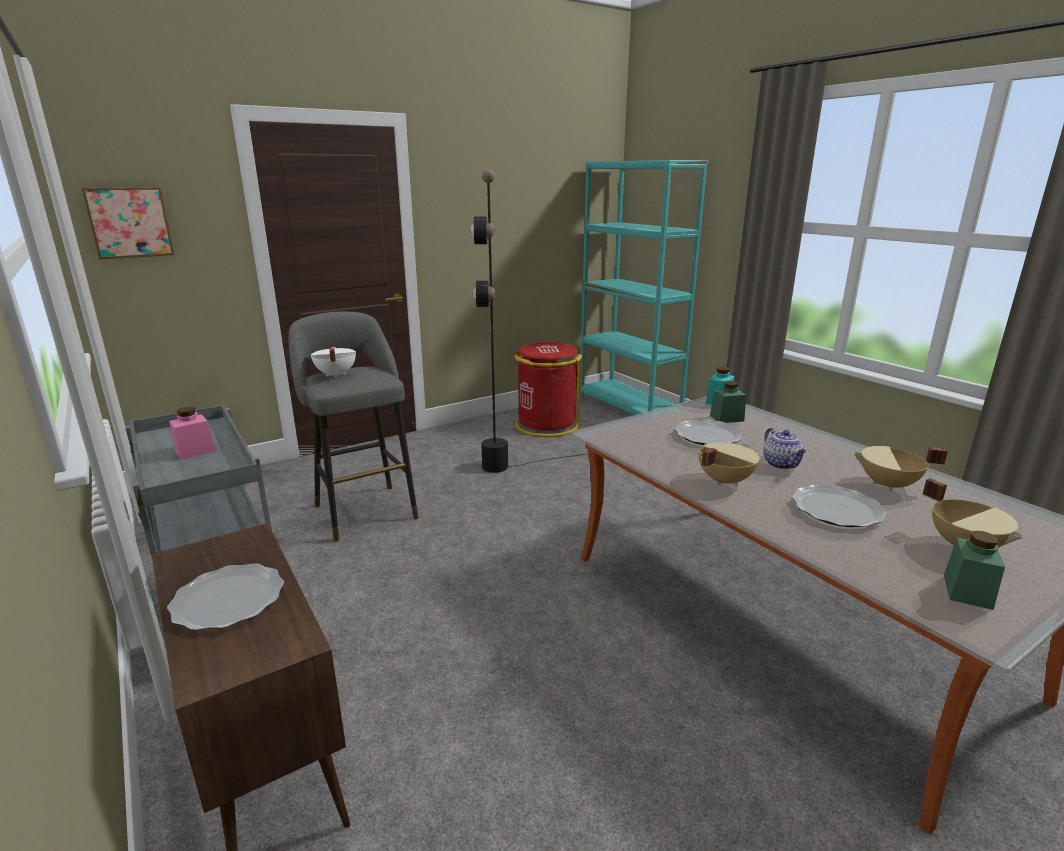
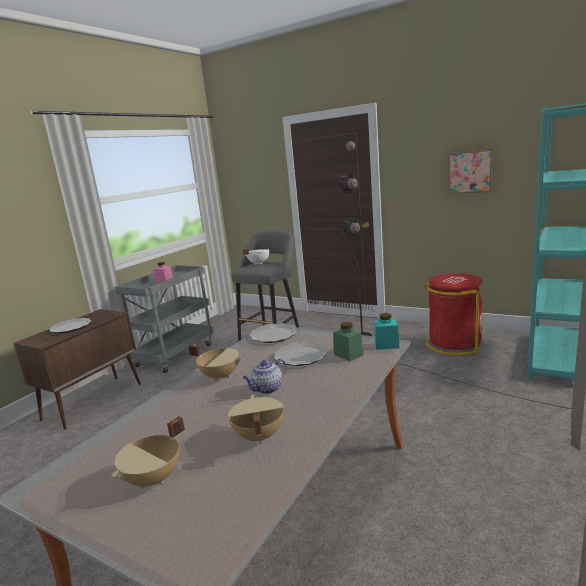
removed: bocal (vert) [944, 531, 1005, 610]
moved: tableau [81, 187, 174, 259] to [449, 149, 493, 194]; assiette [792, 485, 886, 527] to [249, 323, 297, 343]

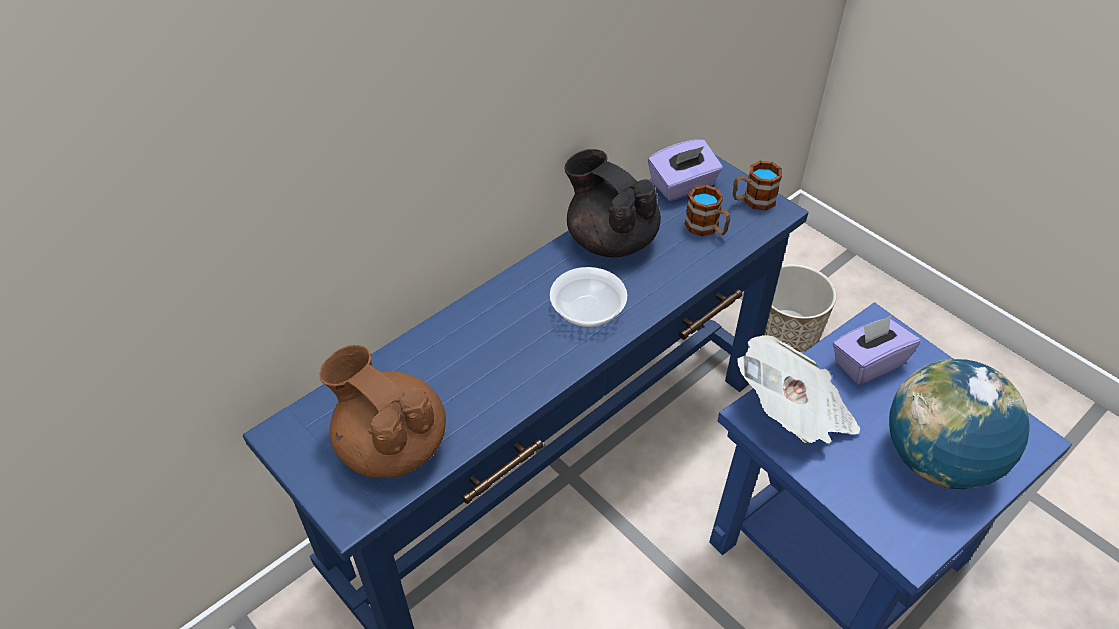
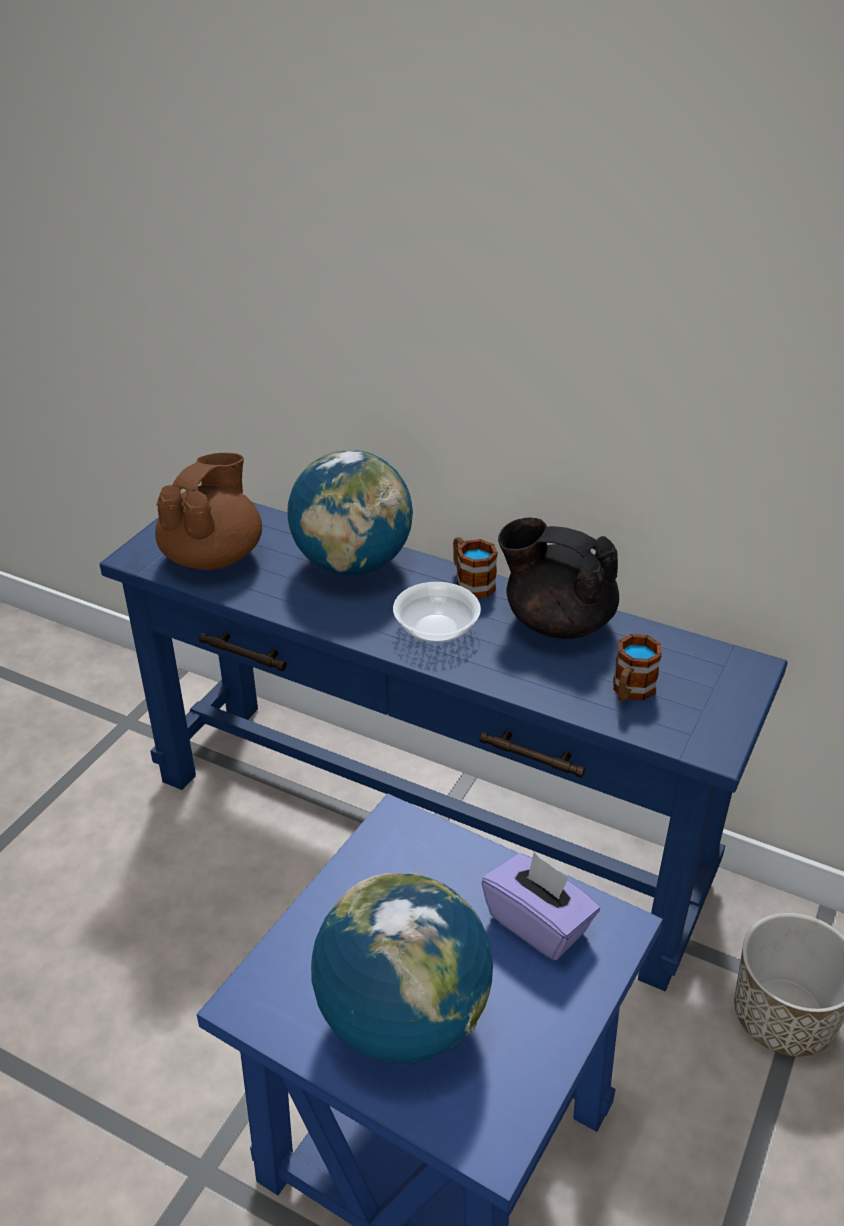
removed: boîte à mouchoirs (violet) [648, 139, 723, 201]; journal [737, 335, 860, 444]
added: globe [287, 449, 413, 576]
moved: mug [733, 161, 782, 210] to [453, 537, 498, 599]
turned: théière (noir) [564, 149, 661, 257] = [498, 517, 619, 639] 90 degrees counterclockwise

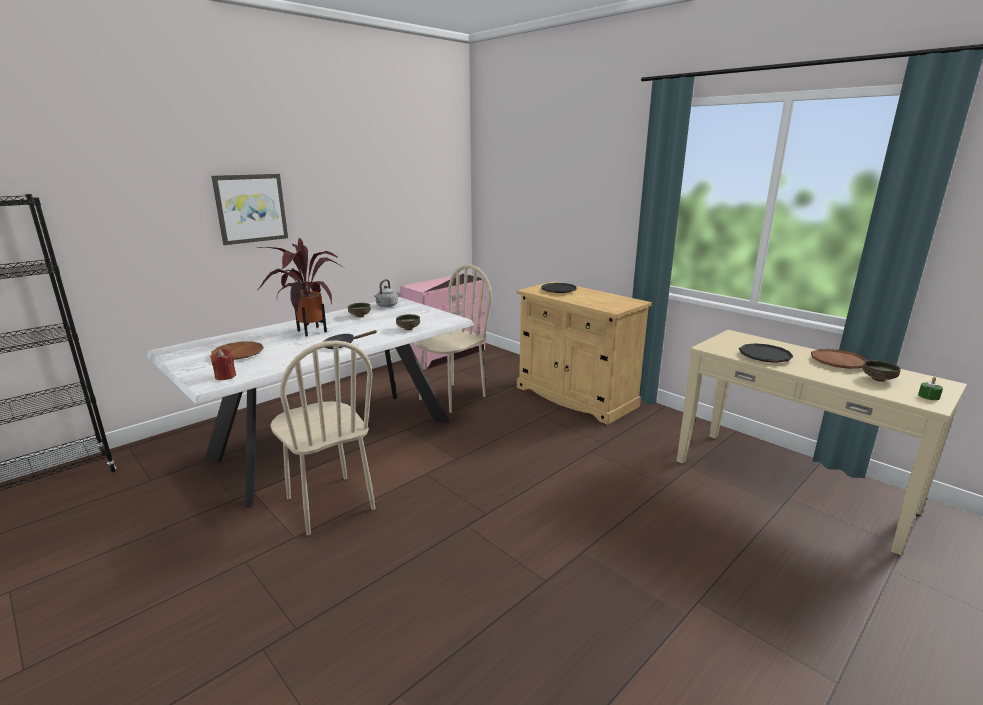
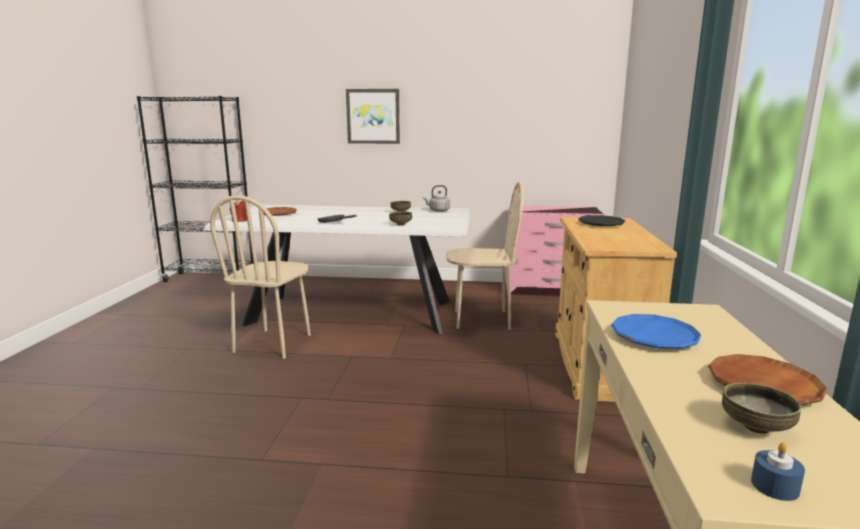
removed: plante en pot [257, 238, 344, 336]
recoloured: assiette (noir) [739, 343, 793, 363] to assiette (bleu) [611, 314, 702, 349]; bougie (vert) [918, 377, 943, 400] to bougie (bleu) [751, 442, 805, 501]

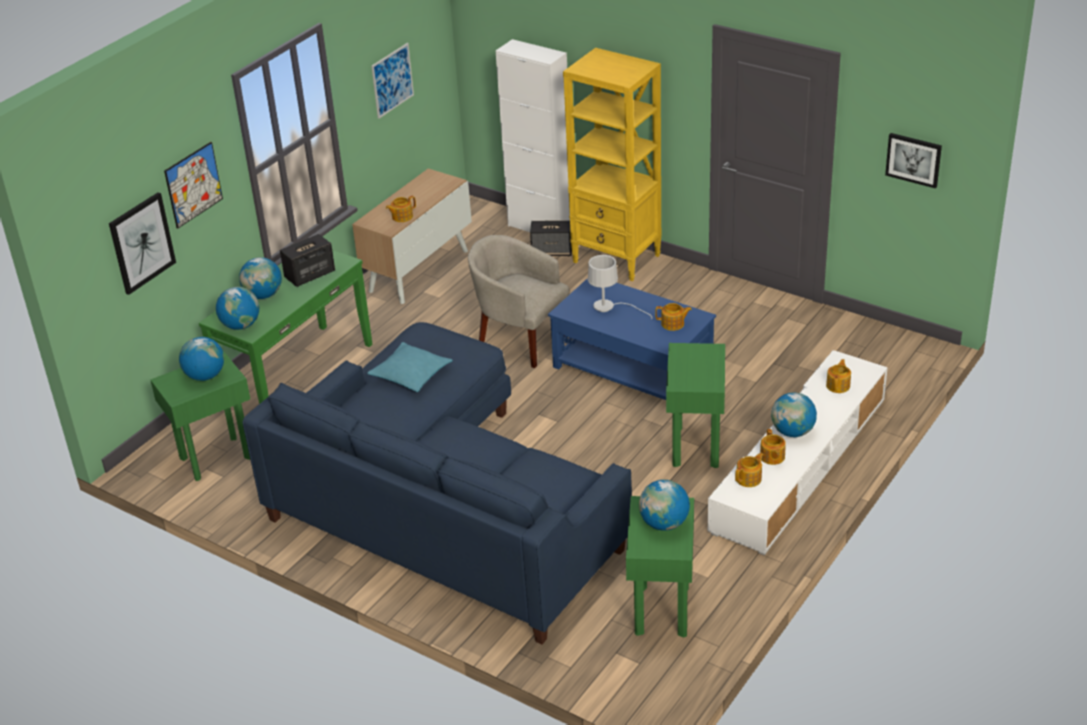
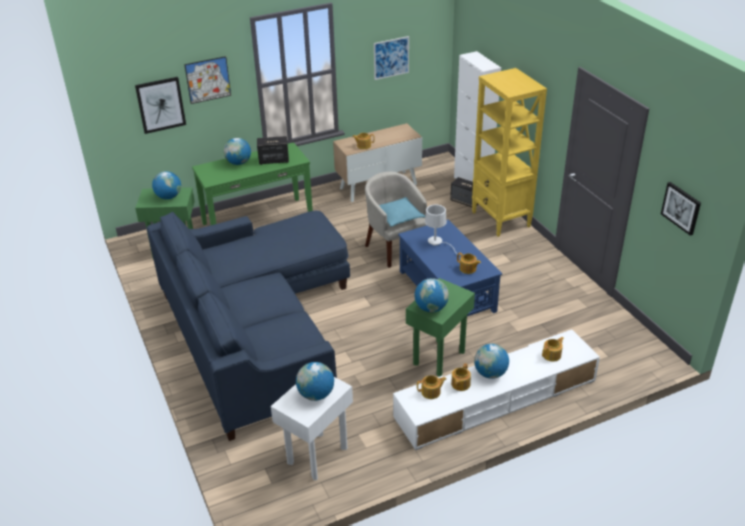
moved: globe [216, 287, 259, 330] to [415, 278, 449, 312]; coussin (turquoise) [367, 342, 453, 392] to [379, 197, 425, 227]
recoloured: table d'appoint (vert) [626, 496, 694, 637] to table d'appoint (blanc) [271, 377, 353, 480]

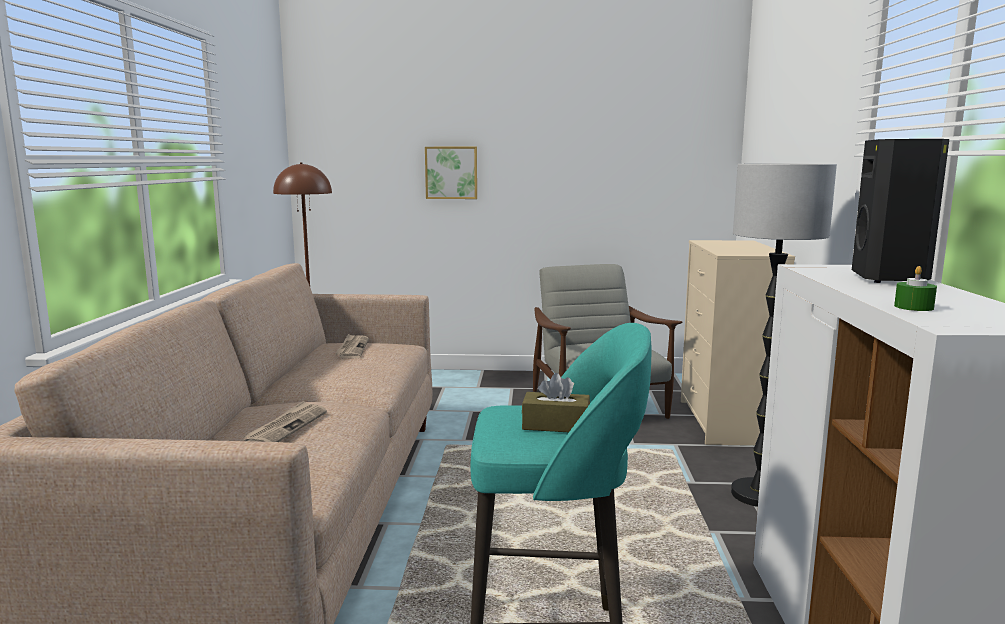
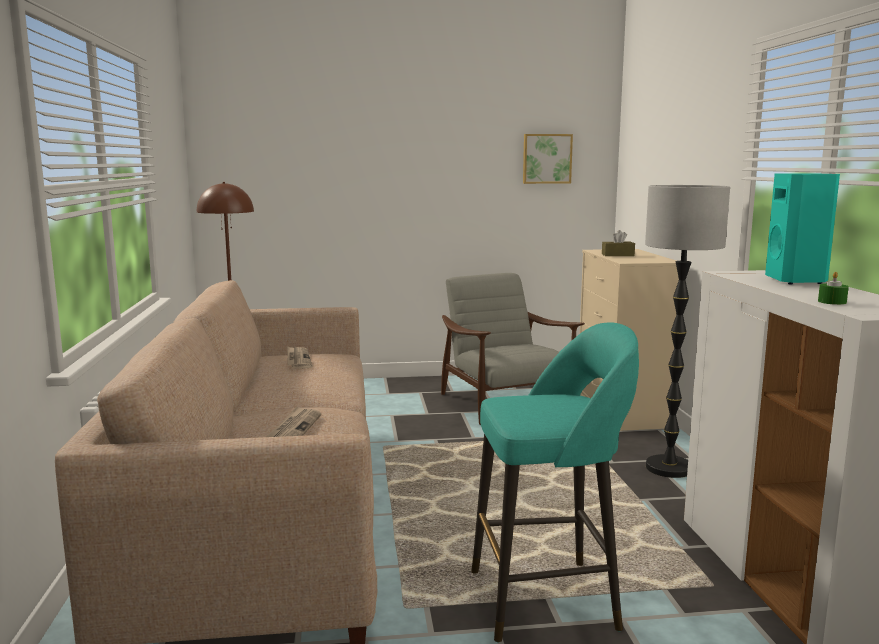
moved: tableau [425, 147, 477, 199] to [523, 134, 573, 184]; boîte à mouchoirs (marron) [522, 373, 590, 432] to [602, 230, 635, 256]
recoloured: enceinte (noir) [852, 139, 949, 283] to enceinte (turquoise) [765, 173, 840, 285]

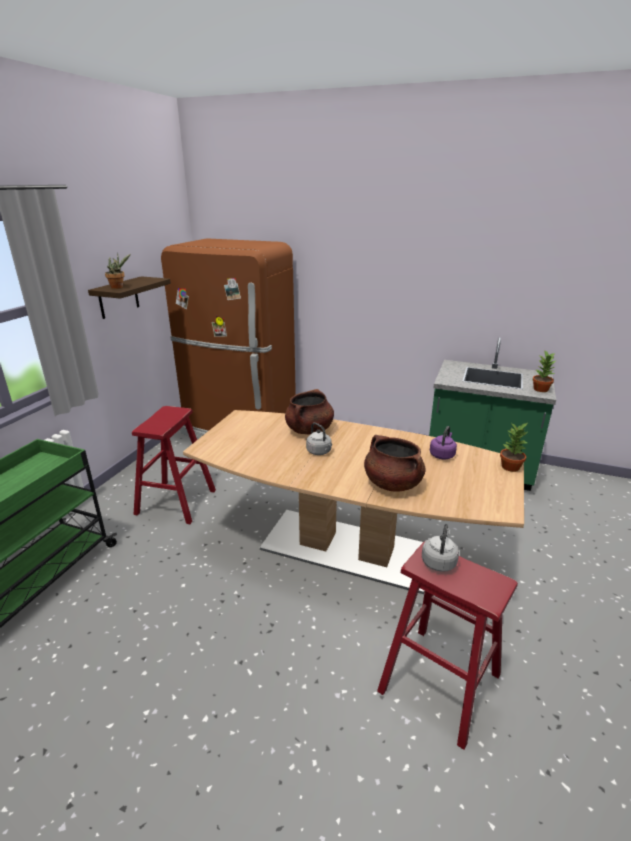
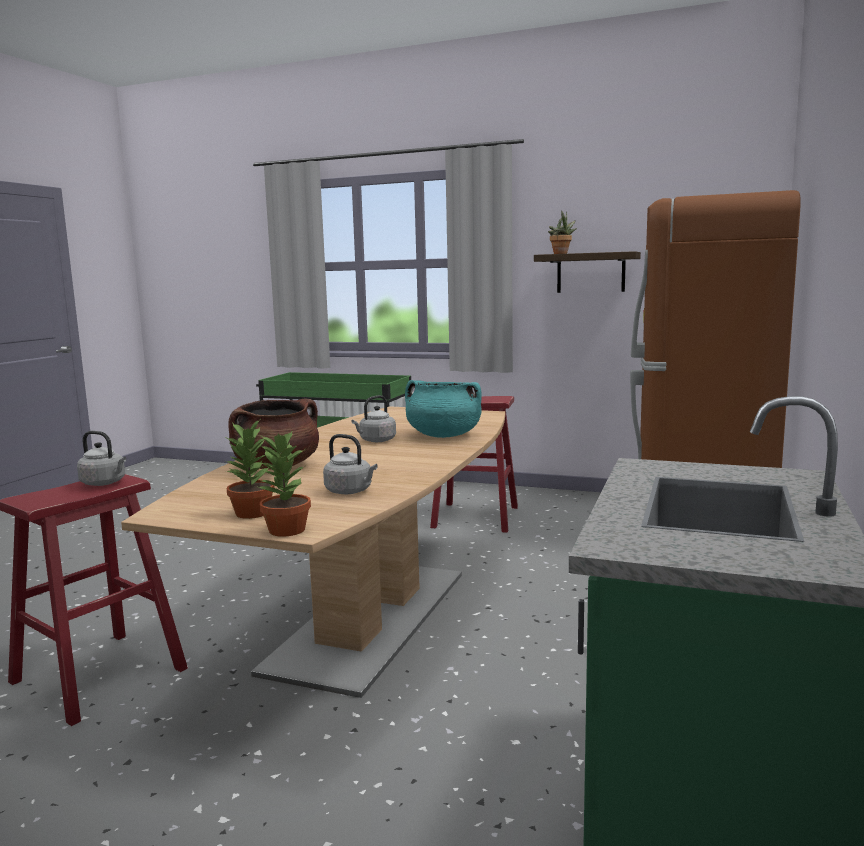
moved: plante en pot [533, 351, 556, 392] to [226, 420, 275, 519]
recoloured: marmite (marron) [285, 389, 334, 434] to marmite (turquoise) [405, 380, 482, 438]; bouilloire (violet) [430, 426, 457, 459] to bouilloire (gris) [323, 434, 377, 494]

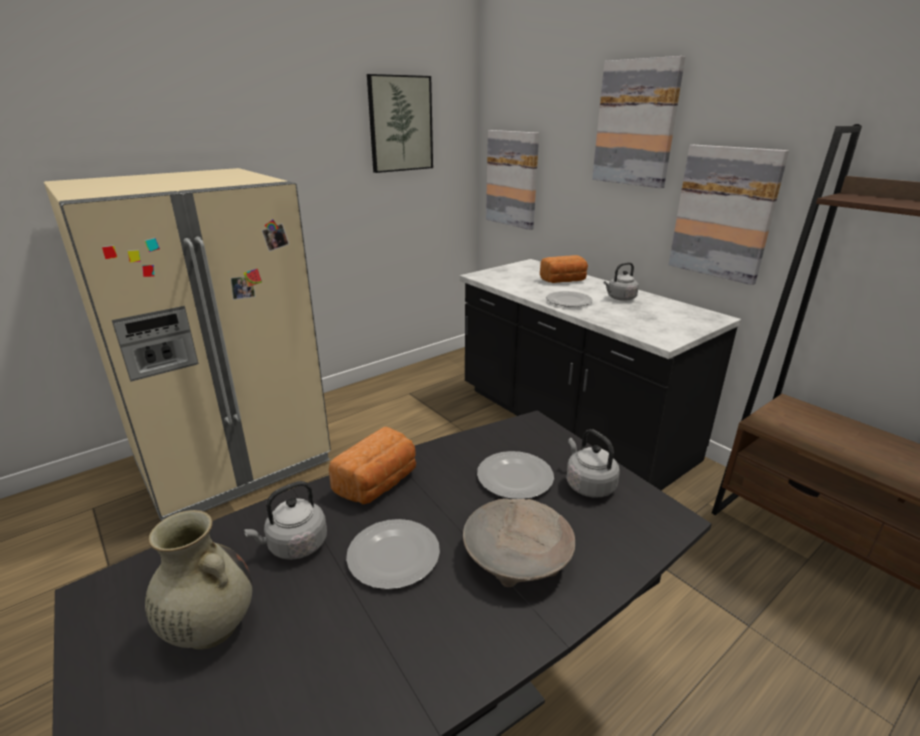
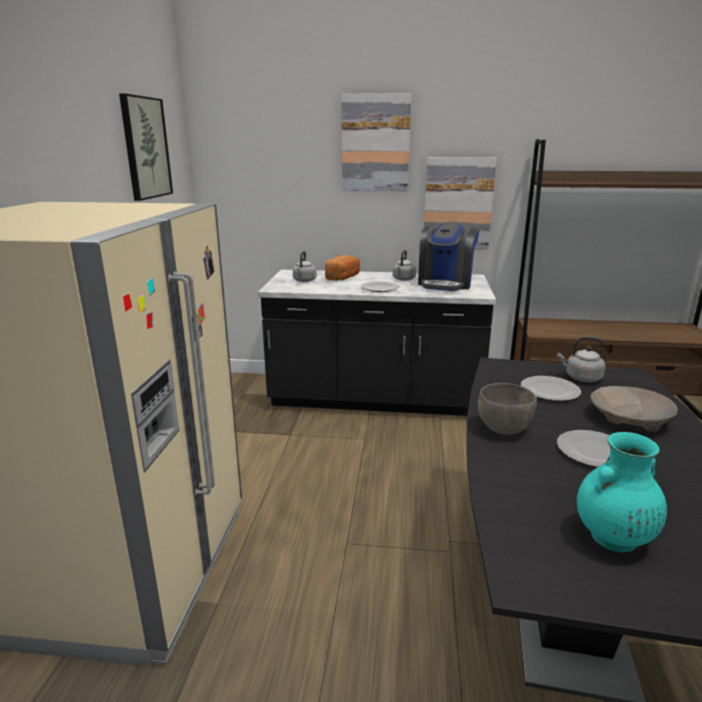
removed: tableau [486, 130, 539, 230]
added: machine à café [418, 223, 479, 291]
moved: bouilloire (gris) [244, 481, 327, 560] to [293, 251, 316, 282]
replaced: pain [329, 426, 416, 504] to bol (gris) [478, 383, 537, 434]
recoloured: vase (beige) [145, 510, 253, 650] to vase (turquoise) [577, 432, 667, 552]

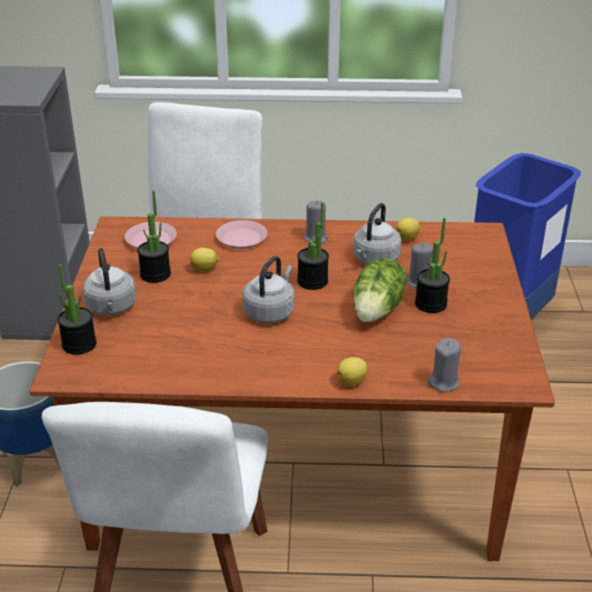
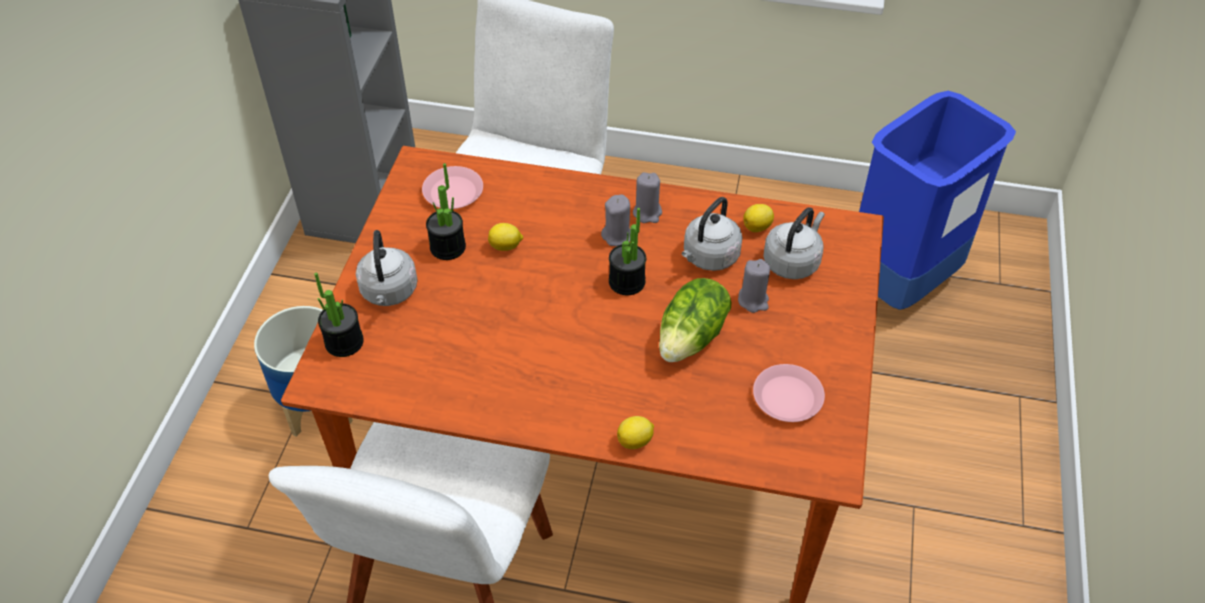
removed: plante en pot [415, 218, 450, 313]
moved: assiette (rose) [216, 220, 267, 249] to [753, 364, 825, 422]; bouilloire (gris) [243, 256, 294, 323] to [763, 208, 825, 279]; bougie (gris) [428, 338, 461, 392] to [601, 194, 630, 246]

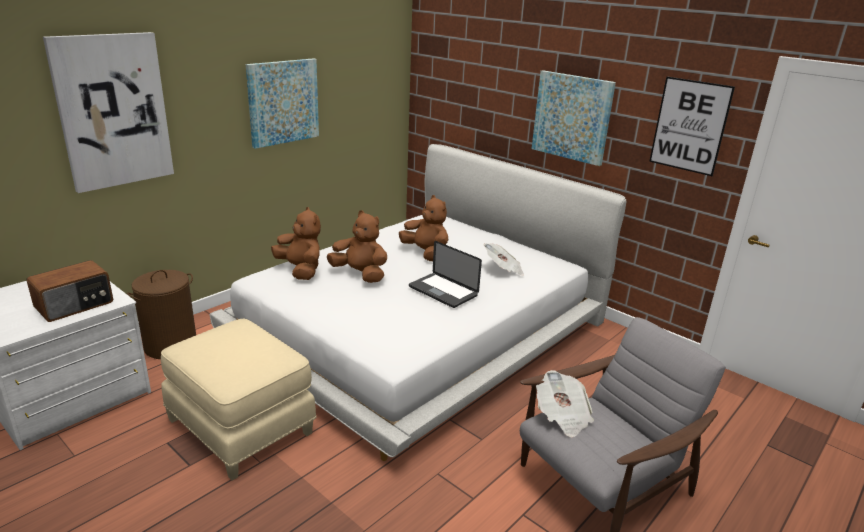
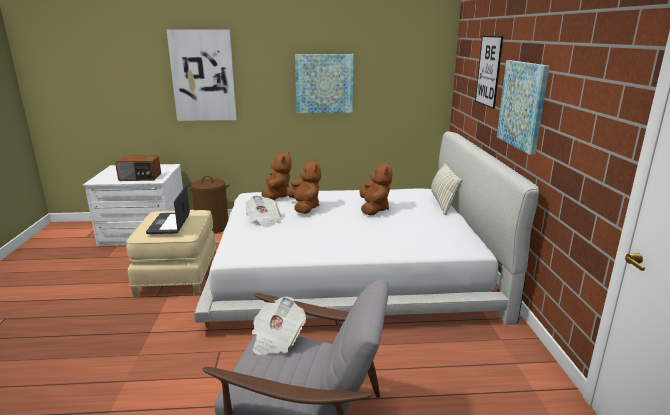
added: coussin [431, 163, 462, 215]
moved: tableau [649, 77, 735, 176] to [475, 36, 503, 109]; ordinateur portable [409, 241, 482, 308] to [146, 186, 190, 234]; journal [484, 243, 524, 276] to [245, 195, 282, 228]

